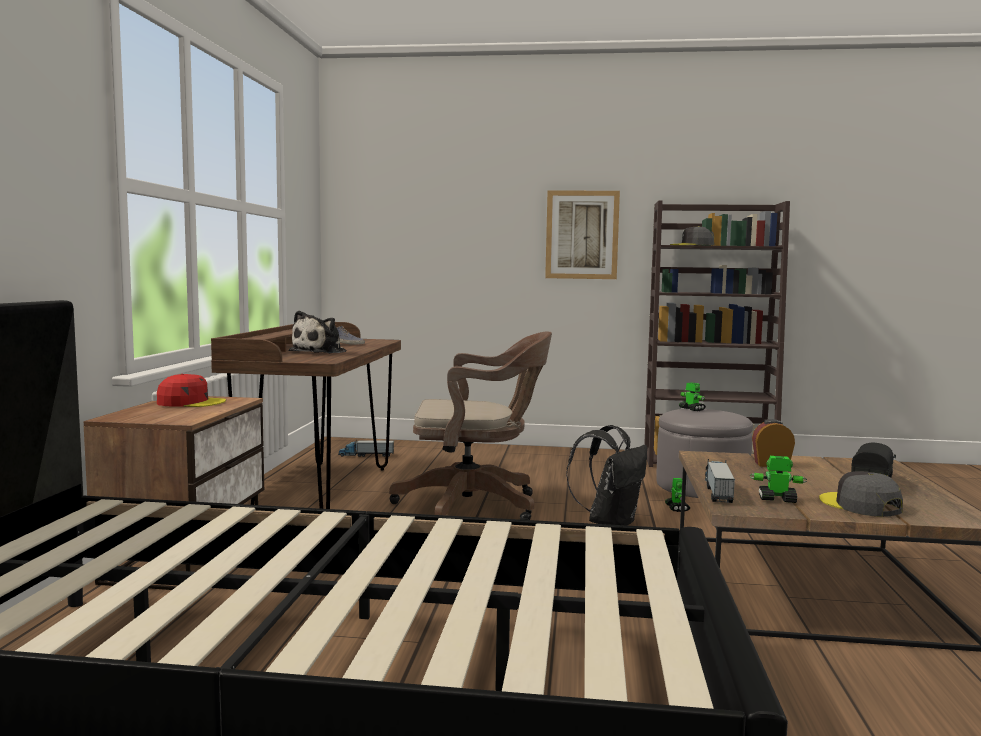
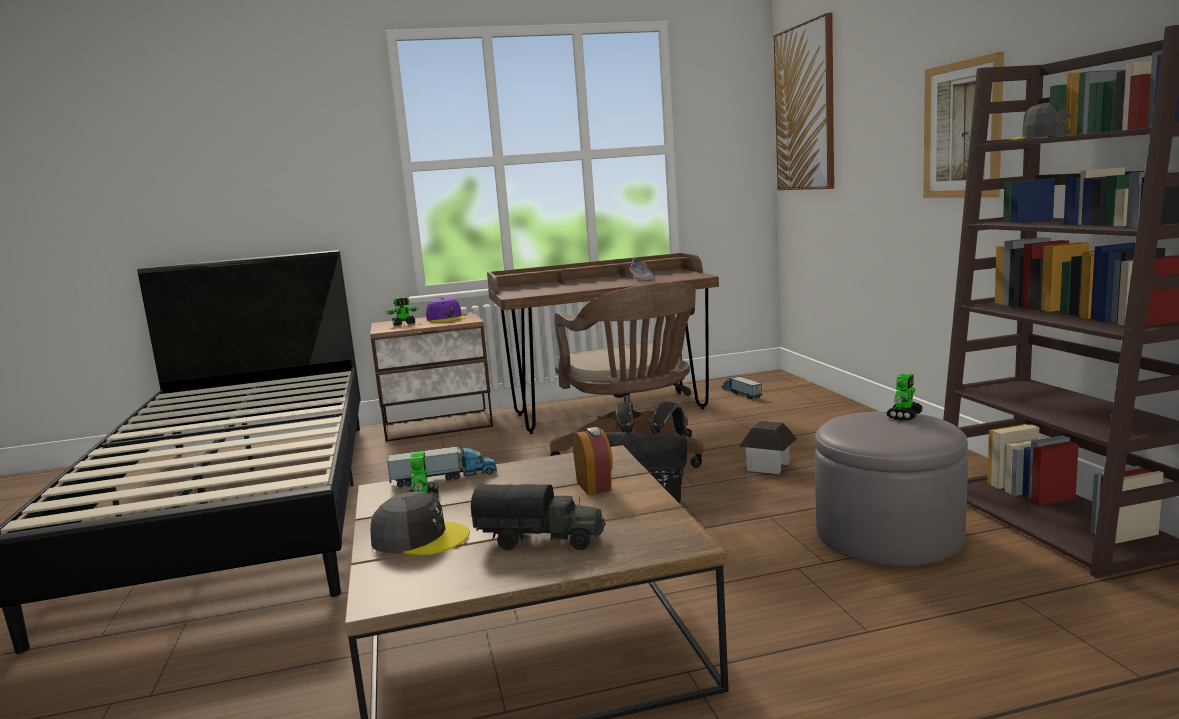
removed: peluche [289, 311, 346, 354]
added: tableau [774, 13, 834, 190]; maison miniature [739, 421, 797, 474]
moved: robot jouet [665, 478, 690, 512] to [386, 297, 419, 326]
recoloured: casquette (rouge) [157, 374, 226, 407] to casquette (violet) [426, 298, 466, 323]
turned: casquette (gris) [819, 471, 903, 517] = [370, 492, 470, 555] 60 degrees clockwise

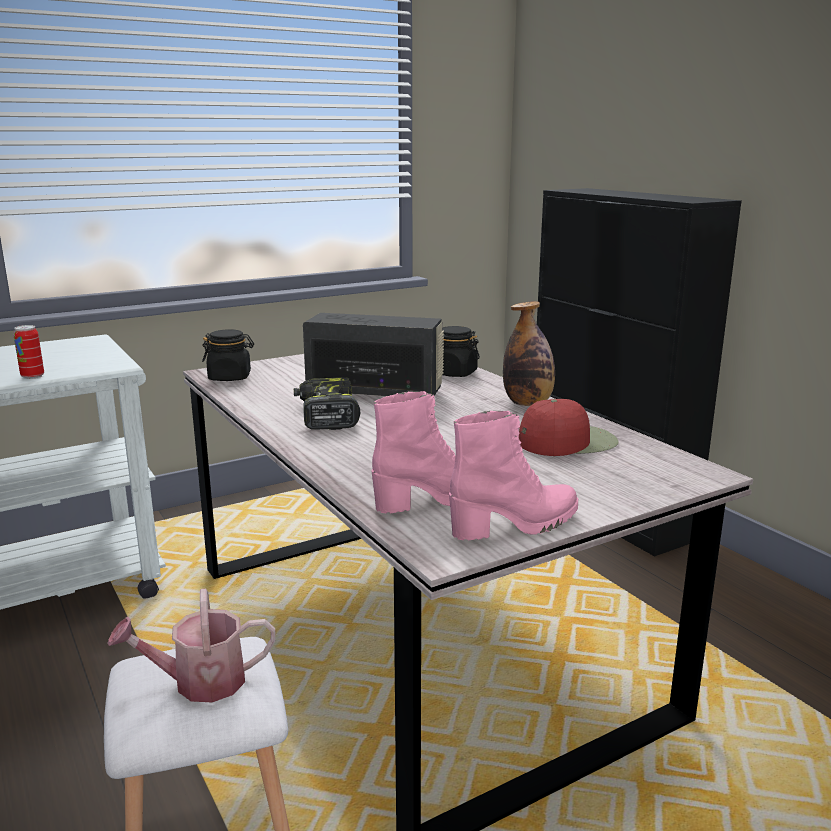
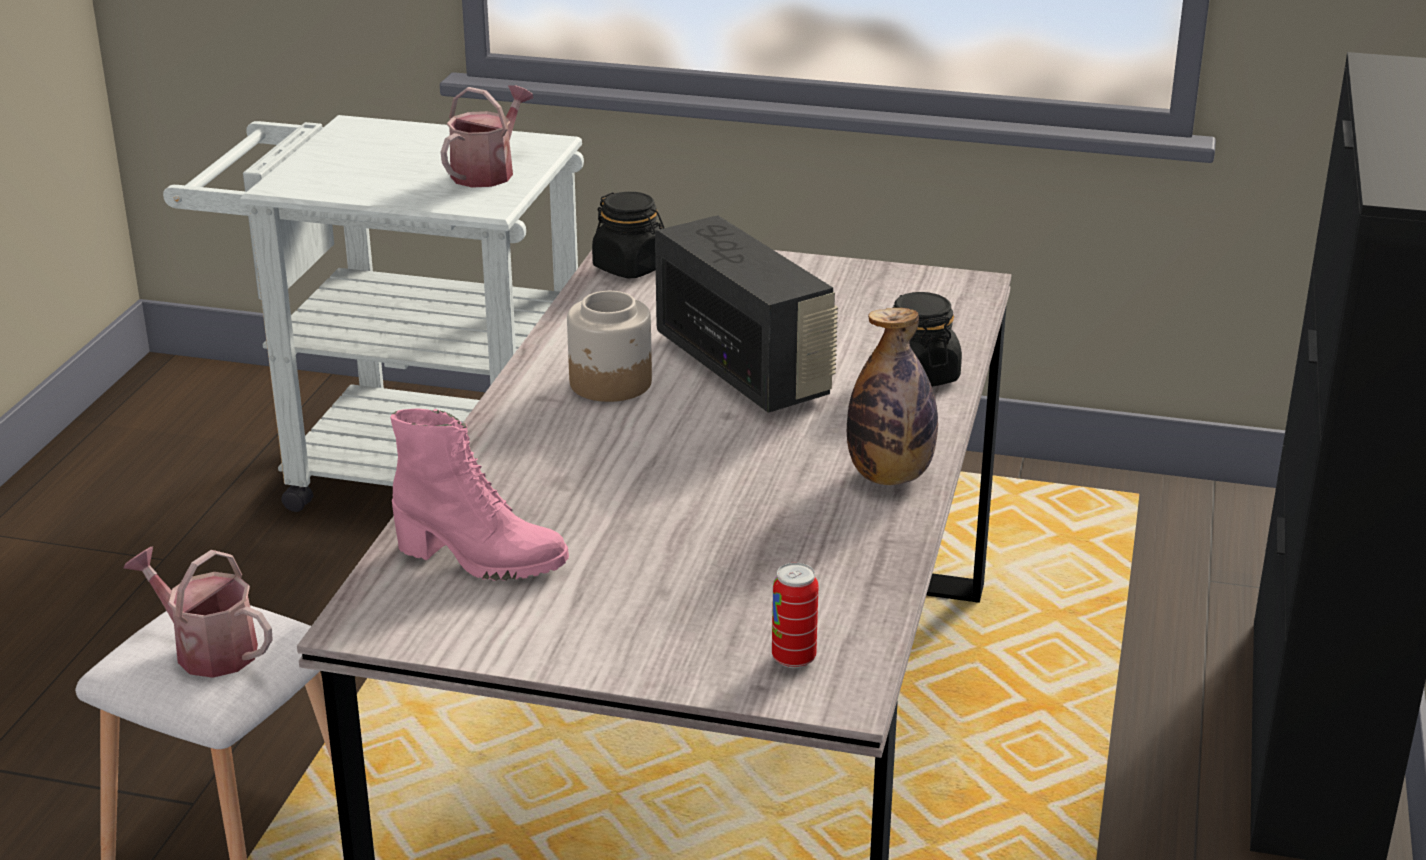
removed: casquette (rouge) [519, 399, 619, 456]; botte (rose) [449, 411, 578, 540]
added: arrosoir [441, 85, 533, 188]
moved: boîte métallique [14, 325, 44, 379] to [772, 563, 819, 668]
replaced: perceuse [294, 378, 360, 430] to bocal [567, 291, 652, 402]

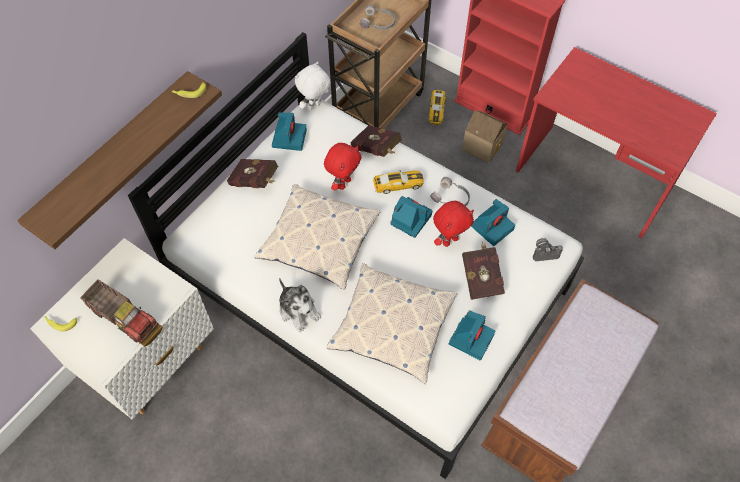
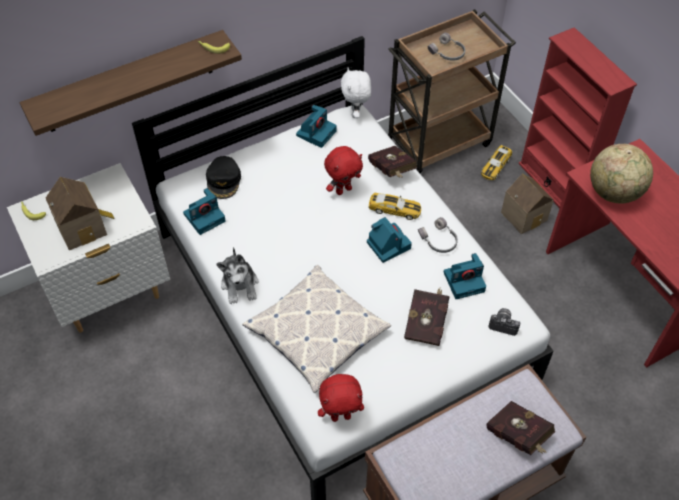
removed: coussin [254, 184, 381, 290]
added: globe [590, 144, 653, 203]; casquette (noir) [206, 156, 241, 199]
moved: livre (rouge) [227, 159, 278, 188] to [487, 401, 555, 455]; peluche (rouge) [433, 201, 474, 247] to [318, 374, 364, 422]; appareil photo [449, 310, 495, 360] to [183, 188, 225, 235]
replaced: camion jouet [81, 279, 158, 344] to maison miniature [46, 177, 115, 250]
turned: peluche (blanc) [295, 62, 331, 111] = [341, 67, 371, 118] 75 degrees counterclockwise

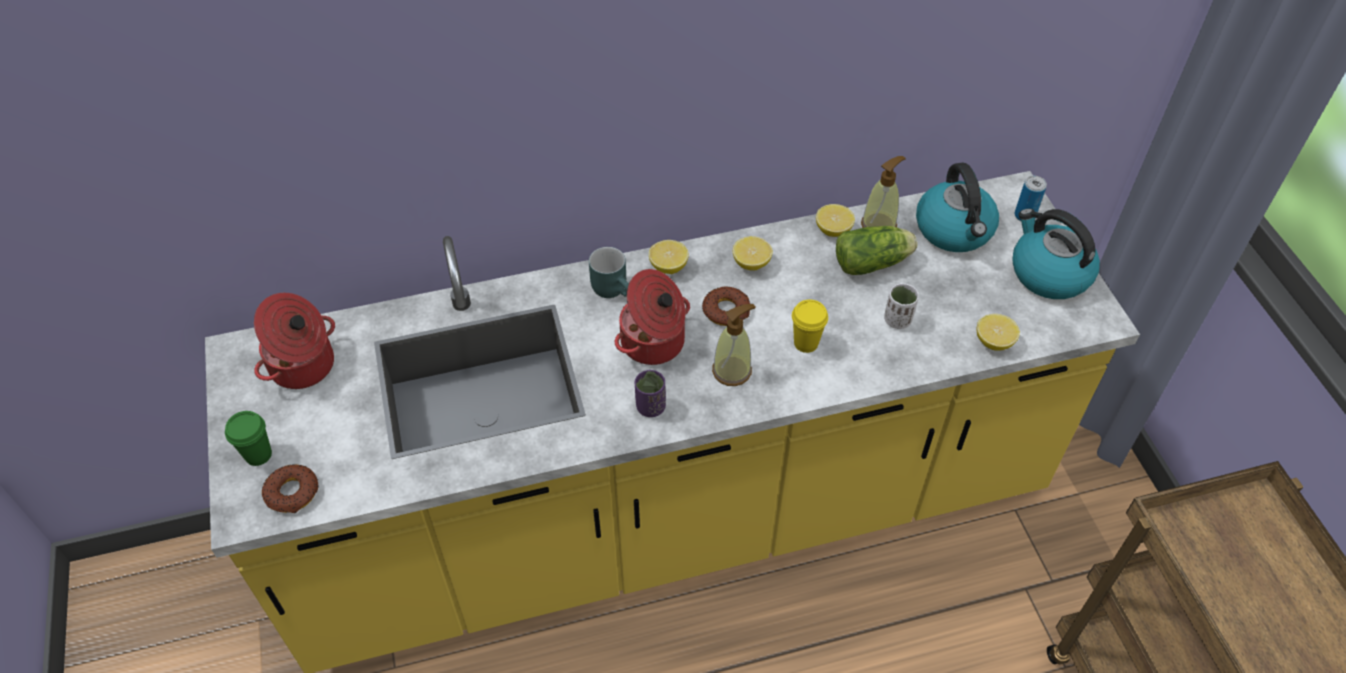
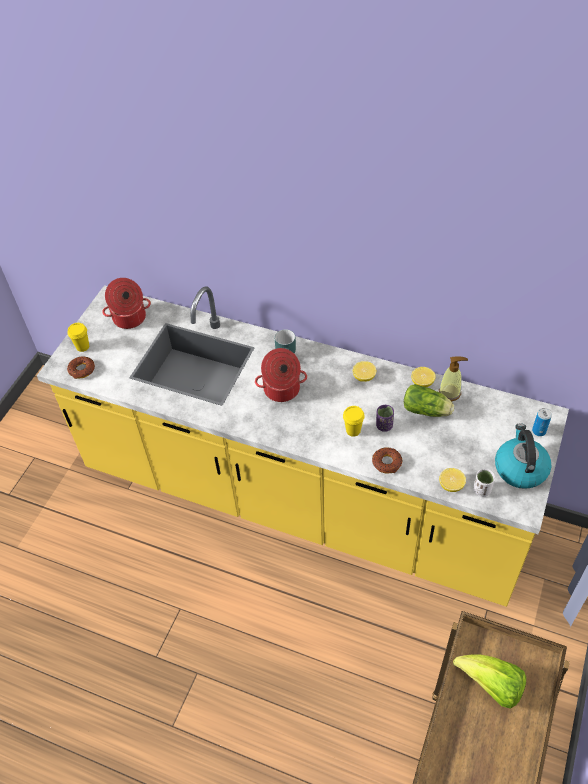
removed: bouilloire [916, 163, 999, 252]; citron [649, 240, 689, 274]; distributeur de savon [712, 304, 756, 386]
added: laitue [453, 654, 526, 709]
moved: tasse (blanc) [884, 283, 919, 329] to [473, 469, 495, 497]; beignet [702, 287, 750, 326] to [372, 447, 403, 473]; tasse (violet) [635, 370, 666, 417] to [376, 405, 394, 432]
recoloured: tasse (vert) [225, 411, 272, 466] to tasse (jaune) [67, 323, 89, 352]

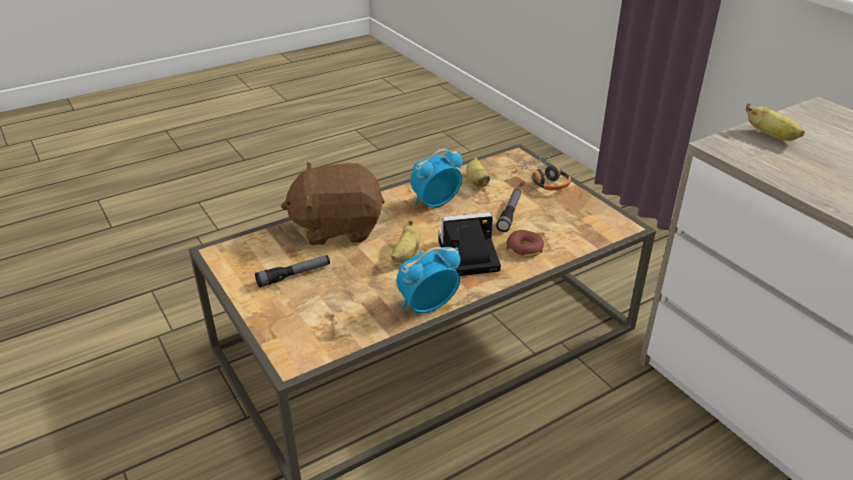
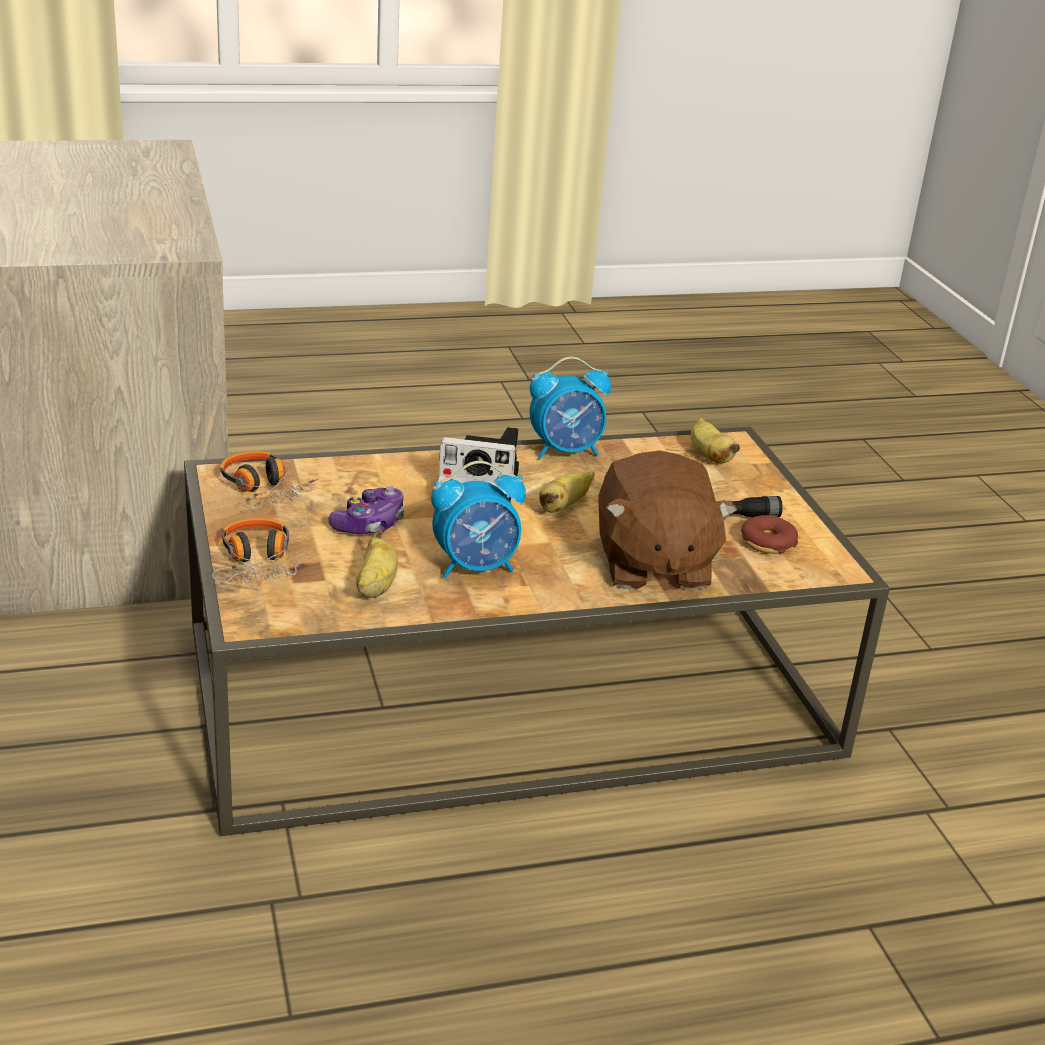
added: casque audio [220, 451, 319, 509]
moved: banane [746, 103, 805, 141] to [691, 418, 740, 463]; beignet [506, 230, 544, 258] to [741, 515, 798, 554]
replaced: lampe de poche [496, 189, 521, 232] to manette [328, 486, 405, 534]
turned: peluche (marron) [281, 162, 384, 245] = [599, 450, 737, 590] 75 degrees clockwise

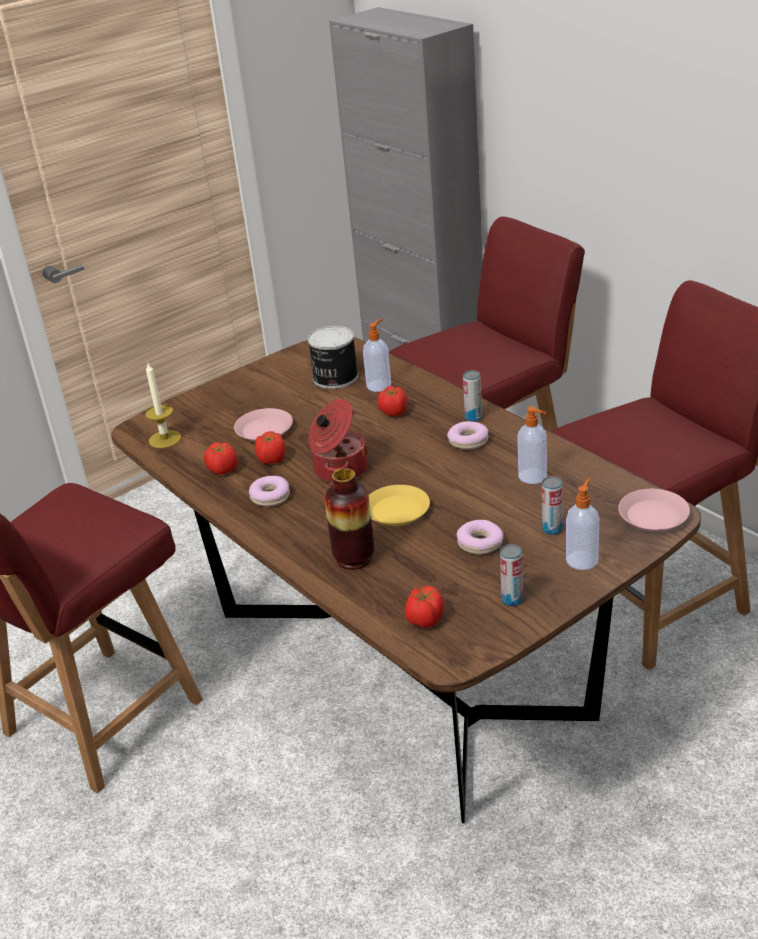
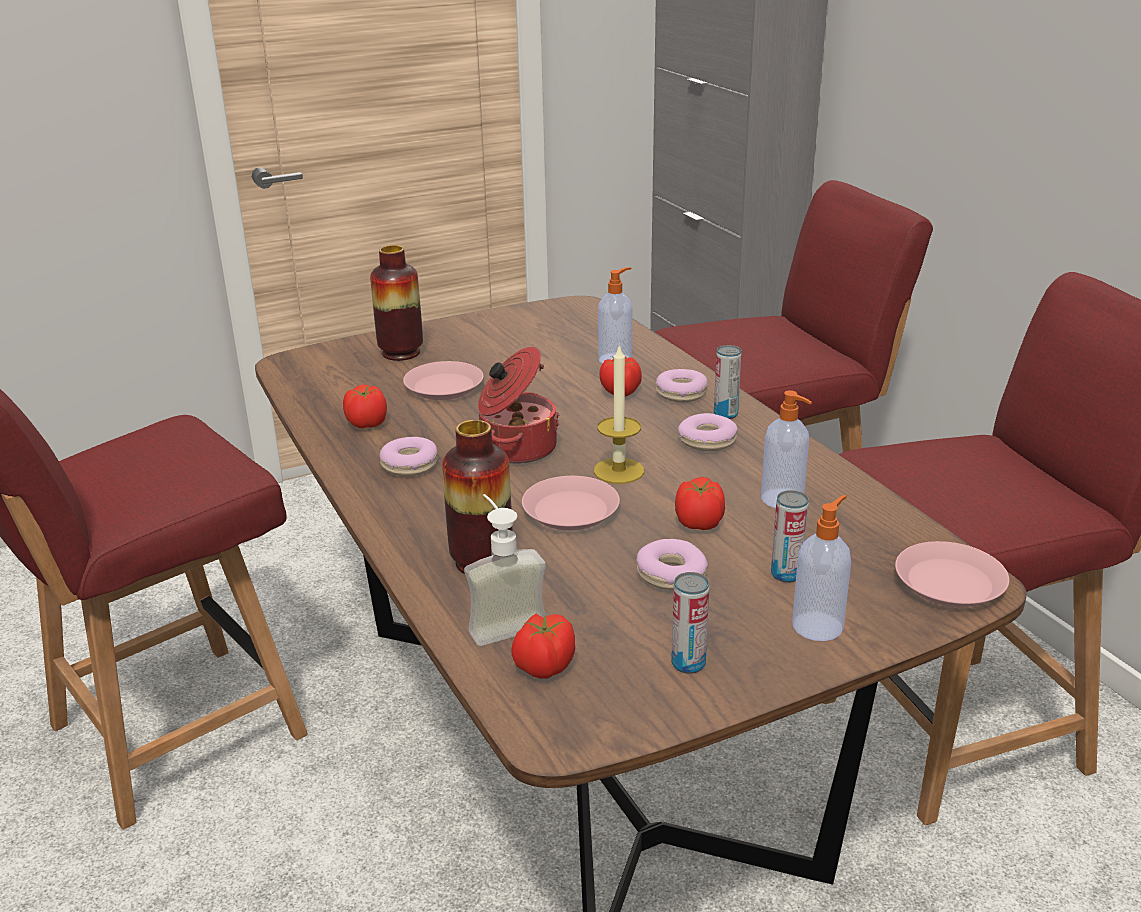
removed: boîte métallique [308, 326, 358, 389]
added: vase [370, 245, 423, 361]; beignet [656, 369, 708, 402]; distributeur de savon [464, 494, 546, 646]
moved: bougie [145, 363, 181, 448] to [594, 344, 644, 484]; tomate [255, 431, 286, 464] to [675, 477, 725, 530]
recoloured: assiette (jaune) [369, 485, 430, 526] to assiette (rose) [522, 476, 620, 530]

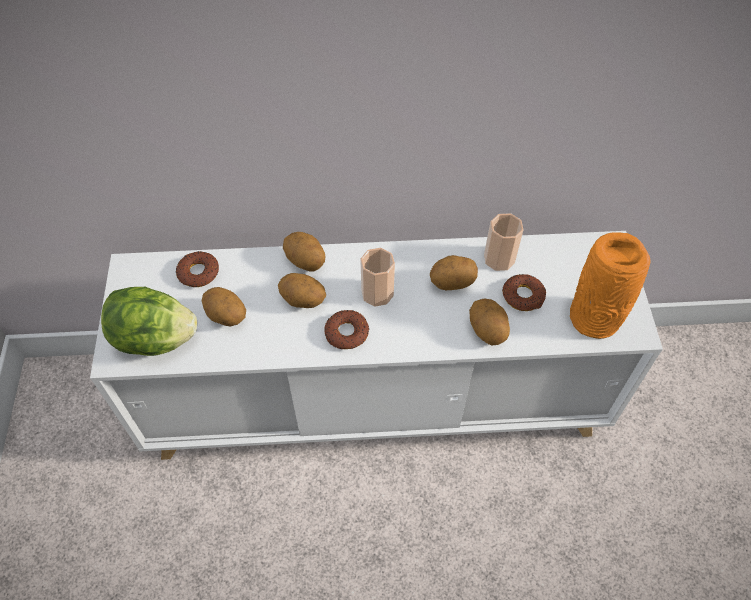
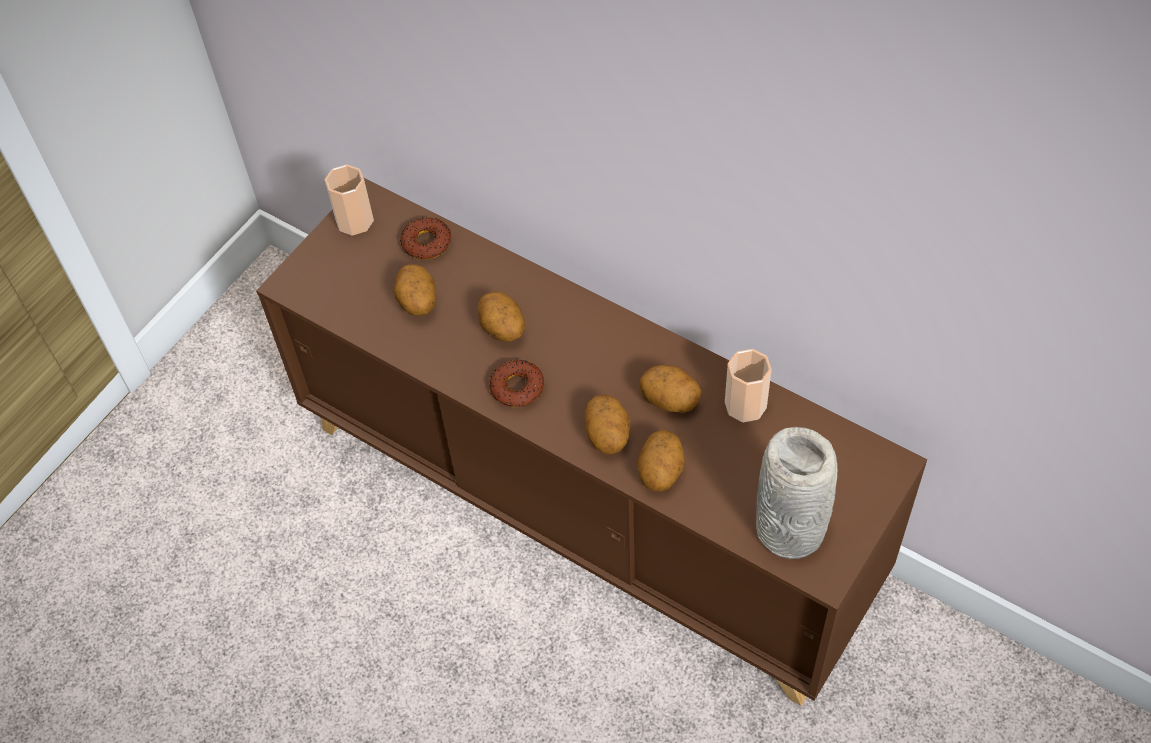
removed: beignet [502, 274, 546, 311]; laitue [101, 287, 197, 356]
moved: pomme de terre [283, 232, 326, 271] to [585, 395, 631, 454]; tasse [360, 248, 395, 307] to [325, 165, 374, 235]
recoloured: meuble de rangement (blanc) [90, 231, 663, 460] to meuble de rangement (marron) [256, 178, 927, 706]; vase (orange) [570, 232, 651, 339] to vase (gris) [756, 427, 837, 559]

